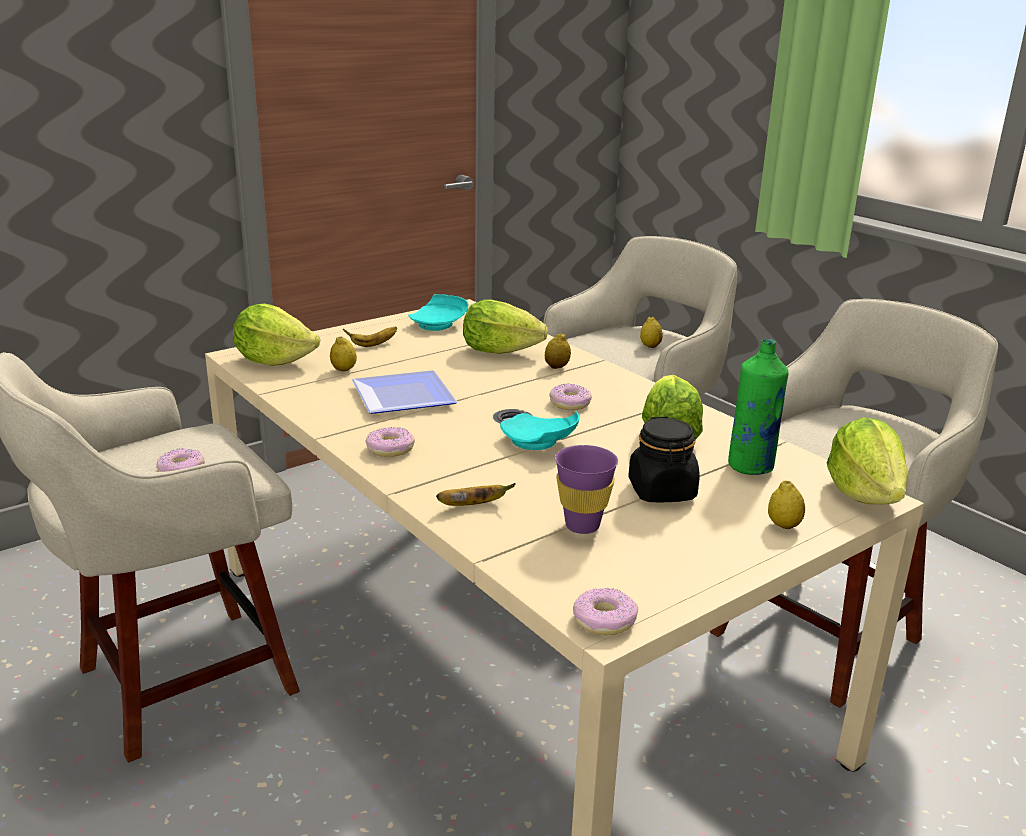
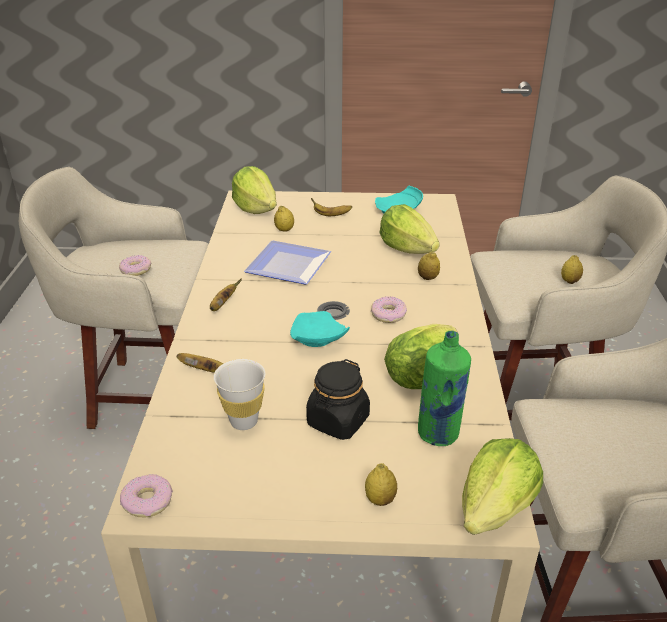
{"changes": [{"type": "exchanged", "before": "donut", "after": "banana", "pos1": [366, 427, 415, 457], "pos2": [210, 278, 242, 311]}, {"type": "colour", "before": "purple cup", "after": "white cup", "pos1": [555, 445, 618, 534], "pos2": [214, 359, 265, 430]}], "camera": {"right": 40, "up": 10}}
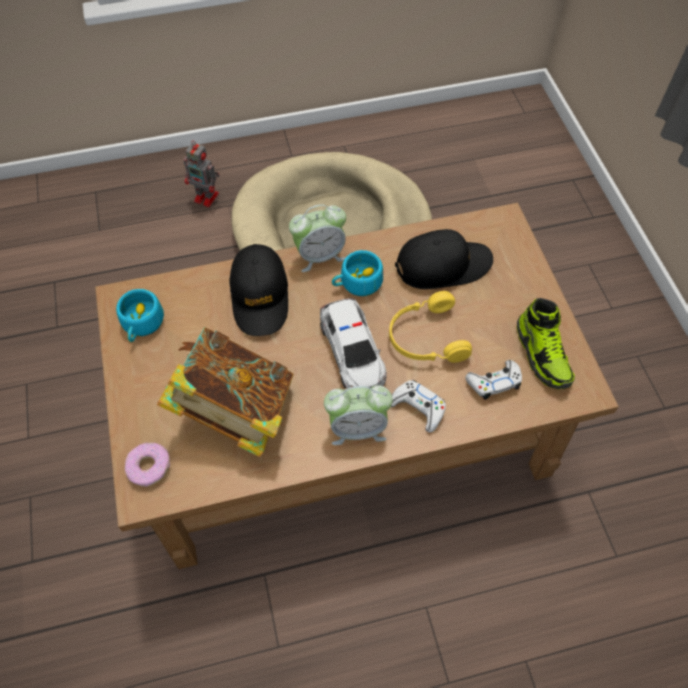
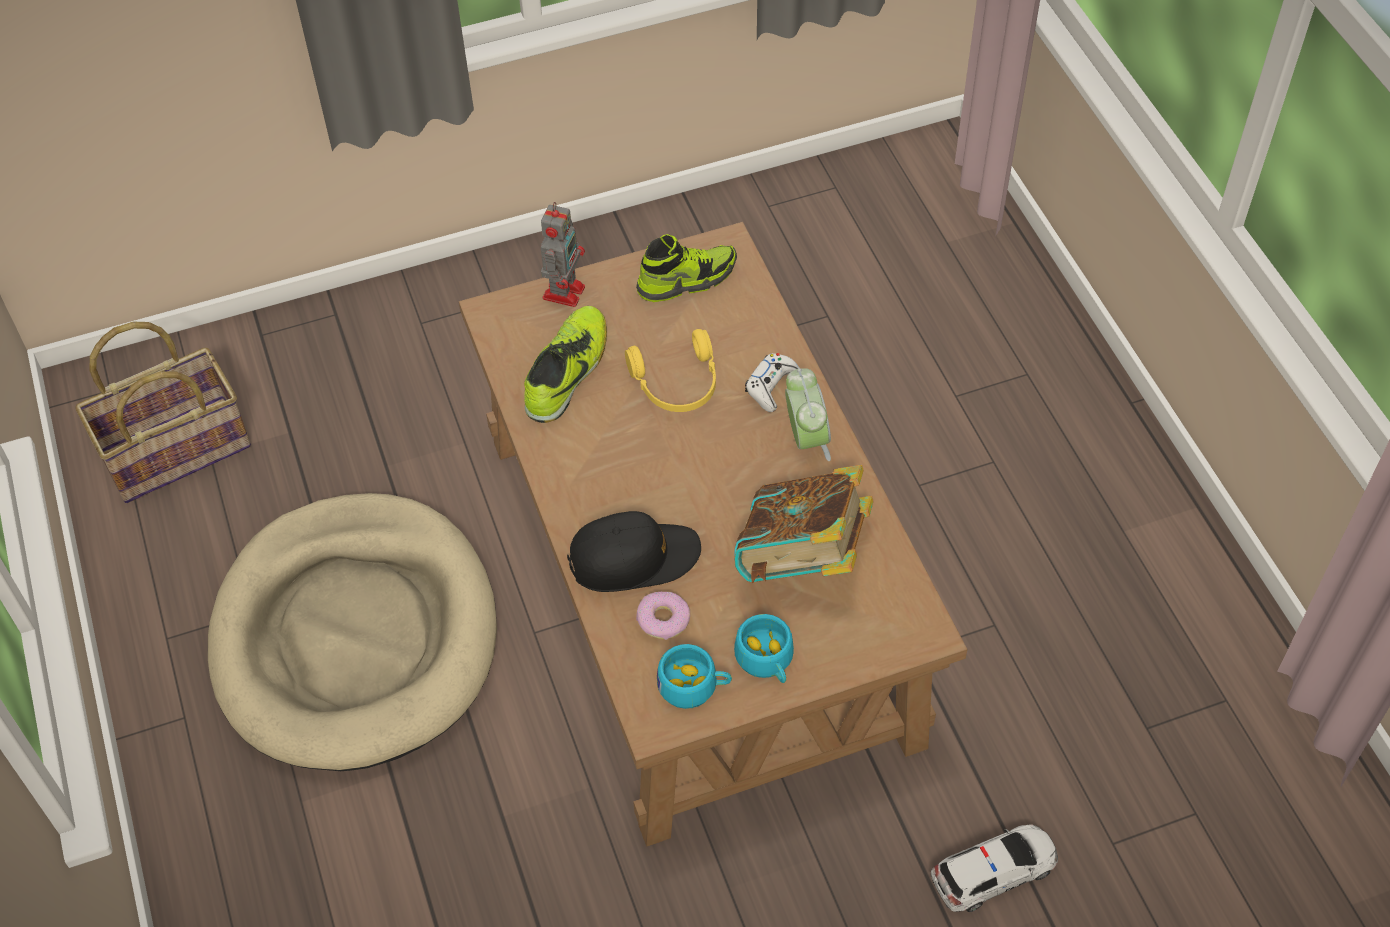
{"changes": [{"type": "appeared", "after": "basket", "pos2": [75, 322, 251, 503]}, {"type": "exchanged", "before": "black cap", "after": "shoe", "pos1": [395, 229, 493, 289], "pos2": [524, 306, 607, 423]}, {"type": "relocated", "before": "toy robot", "pos1": [183, 141, 220, 207], "pos2": [541, 202, 585, 307]}, {"type": "relocated", "before": "donut", "pos1": [125, 442, 170, 487], "pos2": [636, 591, 690, 640]}, {"type": "relocated", "before": "turquoise cup", "pos1": [332, 250, 383, 296], "pos2": [734, 614, 794, 683]}, {"type": "relocated", "before": "toy car", "pos1": [320, 298, 387, 389], "pos2": [931, 824, 1058, 912]}, {"type": "missing", "before": "alarm clock", "pos1": [289, 204, 346, 272]}, {"type": "missing", "before": "white game controller", "pos1": [465, 360, 522, 400]}], "camera": {"right": -95, "up": -5}}
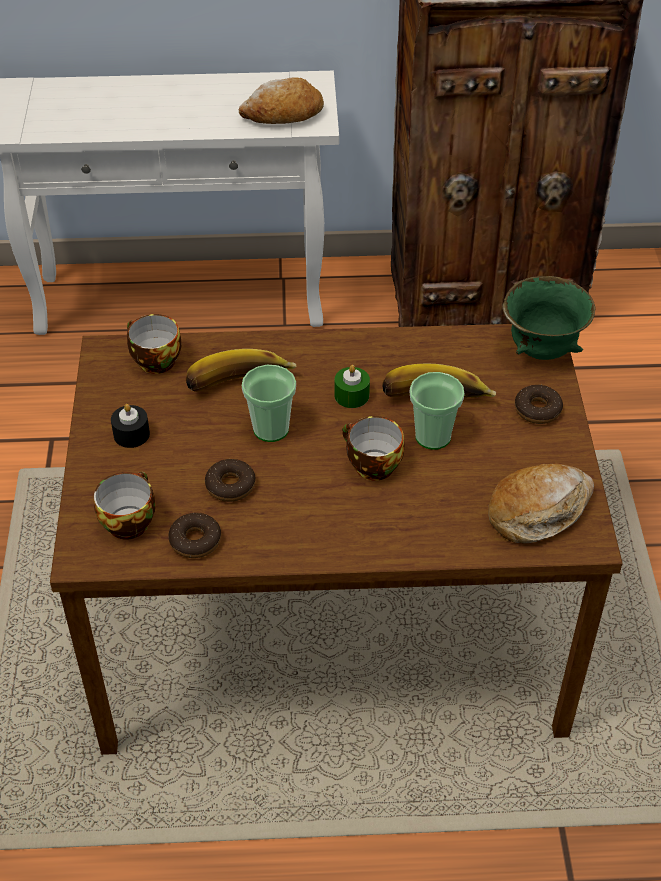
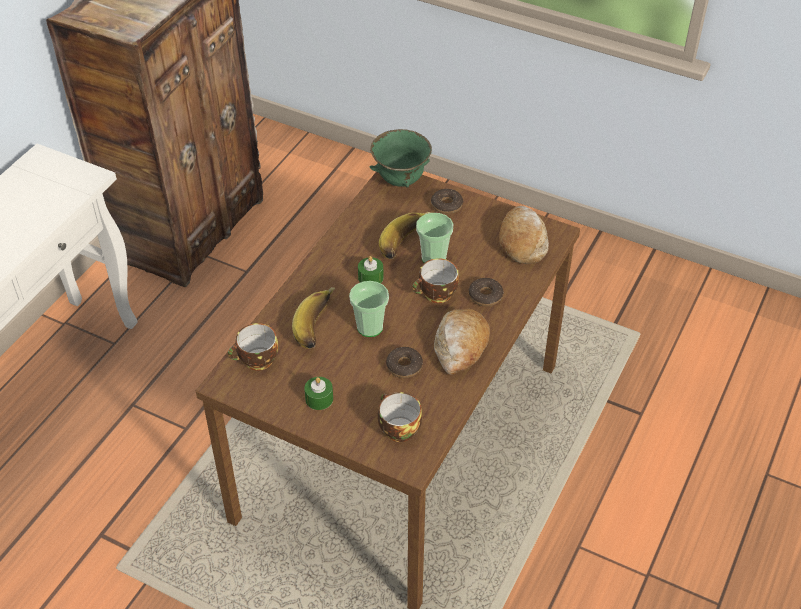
{"changes": [{"type": "colour", "before": "black candle", "after": "green candle", "pos1": [111, 404, 150, 448], "pos2": [304, 377, 333, 410]}, {"type": "relocated", "before": "bread", "pos1": [239, 78, 324, 124], "pos2": [434, 309, 490, 375]}, {"type": "relocated", "before": "donut", "pos1": [168, 513, 221, 558], "pos2": [469, 278, 503, 307]}], "camera": {"right": -60, "up": 0}}
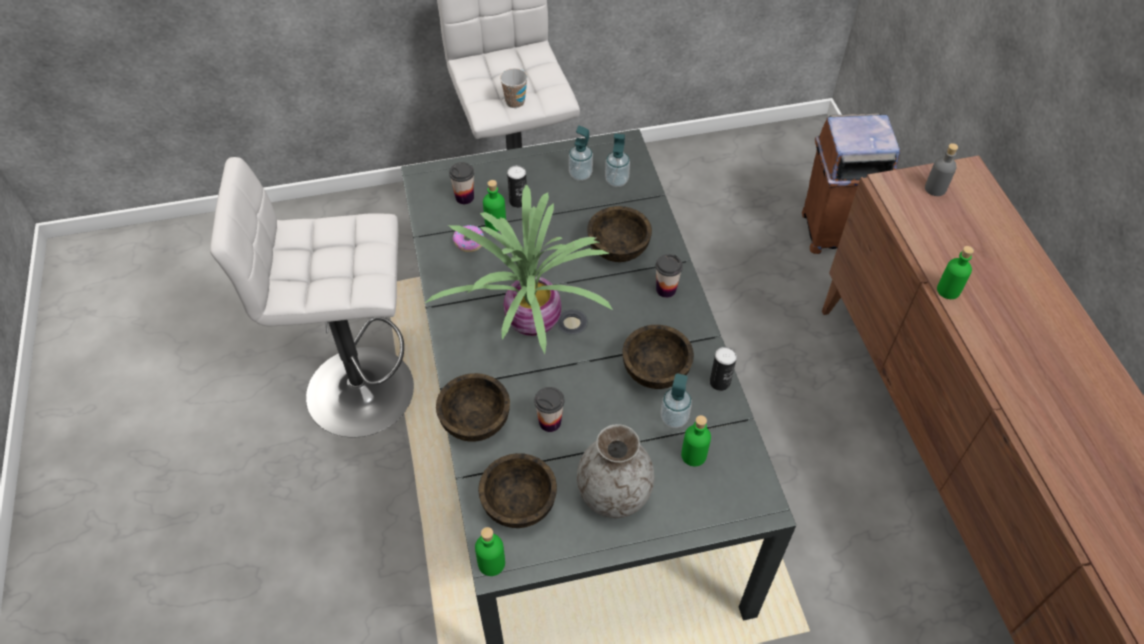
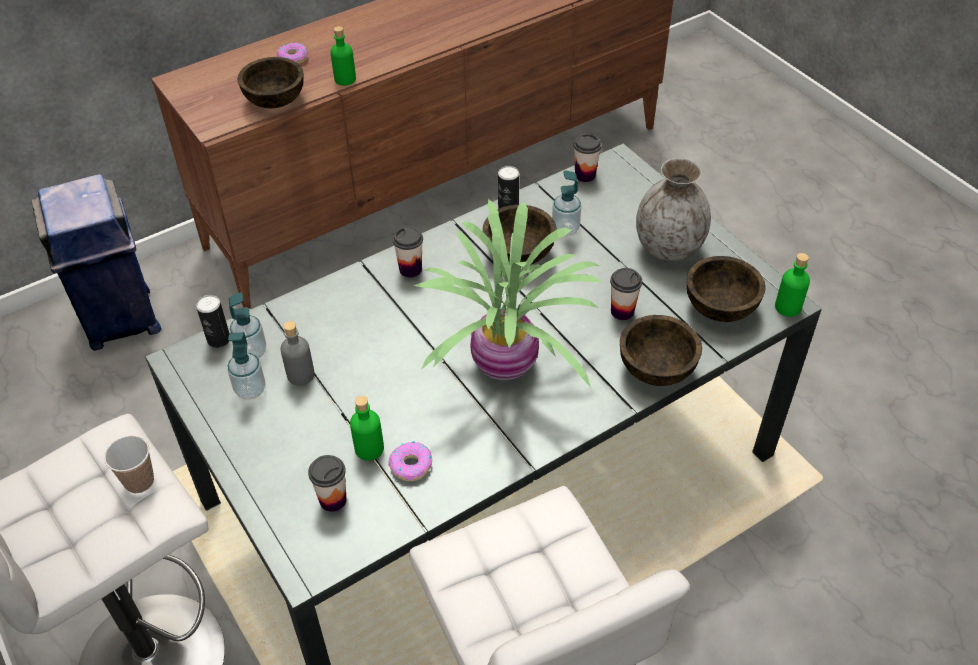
{"changes": [{"type": "colour", "before": "brown trash can", "after": "blue trash can", "pos1": [802, 113, 900, 254], "pos2": [31, 174, 161, 351]}, {"type": "relocated", "before": "can", "pos1": [507, 165, 527, 208], "pos2": [196, 295, 230, 348]}, {"type": "relocated", "before": "brown bowl", "pos1": [587, 206, 652, 262], "pos2": [237, 57, 303, 108]}, {"type": "appeared", "after": "donut", "pos2": [277, 43, 308, 64]}, {"type": "relocated", "before": "grey bottle", "pos1": [925, 143, 958, 196], "pos2": [280, 321, 315, 386]}, {"type": "appeared", "after": "cup", "pos2": [574, 134, 602, 182]}, {"type": "missing", "before": "green bottle", "pos1": [681, 415, 711, 467]}], "camera": {"right": -110, "up": -5}}
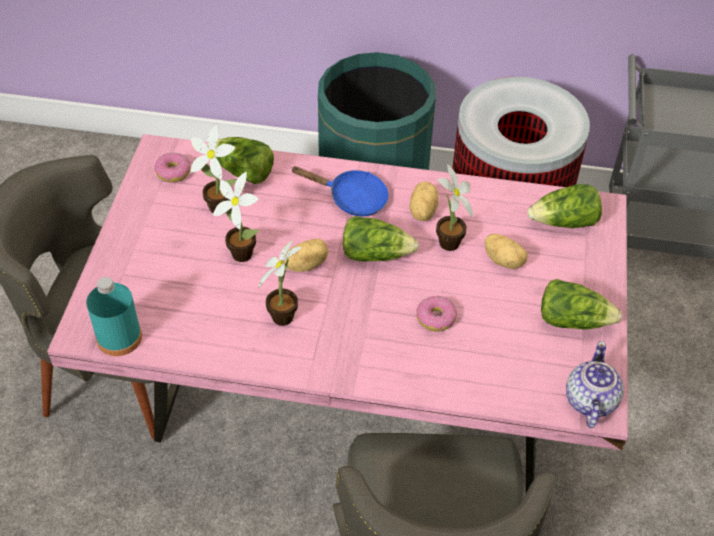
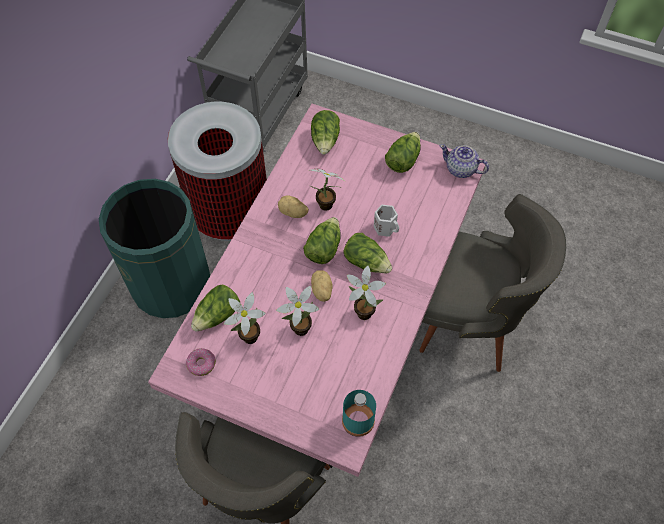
{"changes": [{"type": "appeared", "after": "lettuce", "pos2": [343, 233, 392, 273]}, {"type": "exchanged", "before": "donut", "after": "white mug", "pos1": [416, 296, 457, 332], "pos2": [374, 205, 399, 237]}, {"type": "missing", "before": "blue frying pan", "pos1": [291, 166, 389, 216]}, {"type": "missing", "before": "potato", "pos1": [485, 234, 527, 269]}], "camera": {"right": -75, "up": 10}}
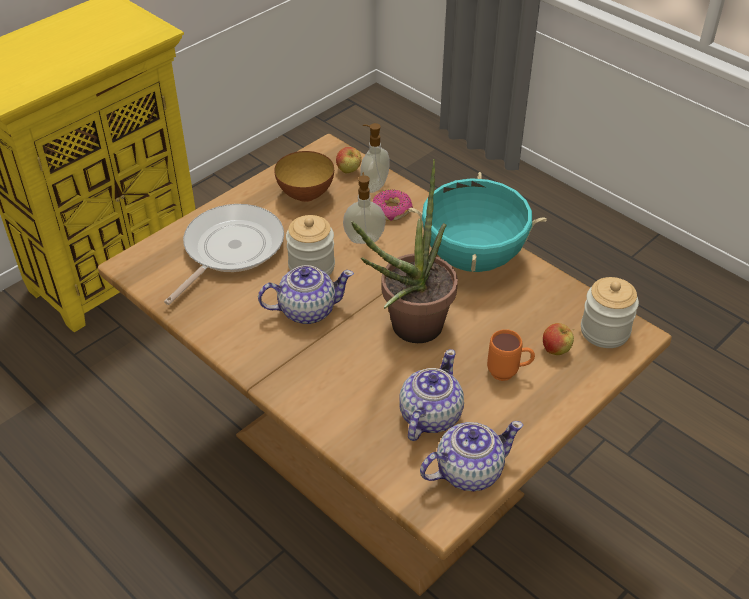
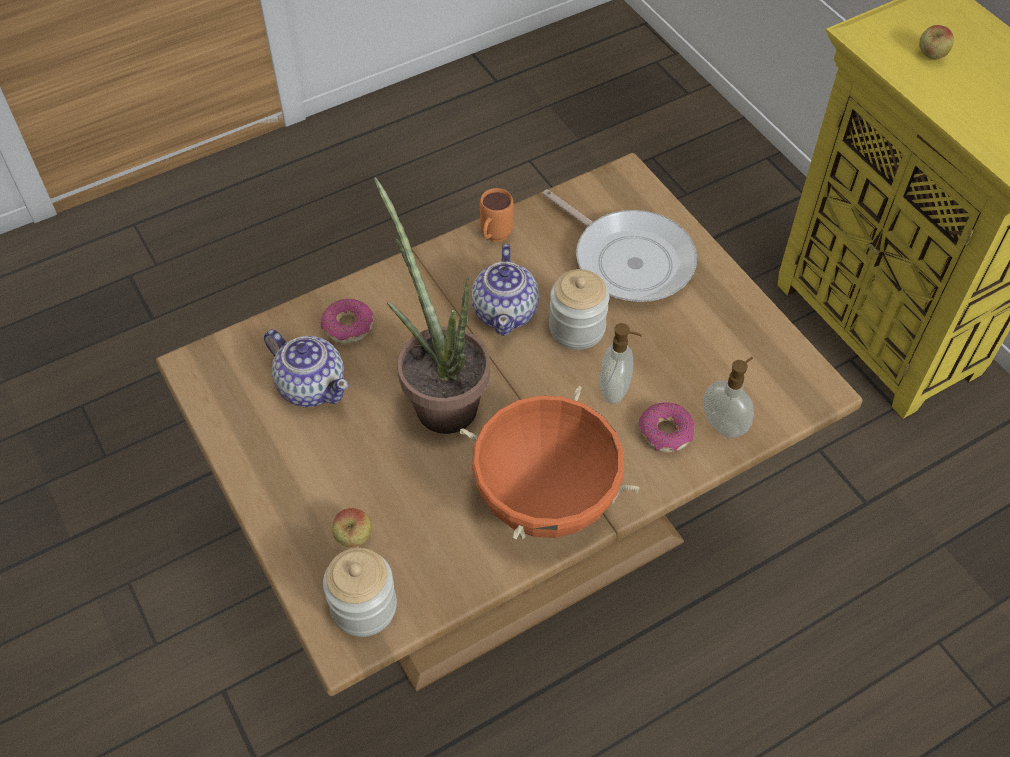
{"changes": [{"type": "appeared", "after": "donut", "pos2": [321, 299, 373, 344]}, {"type": "colour", "before": "turquoise cooking pot", "after": "orange cooking pot", "pos1": [409, 172, 547, 272], "pos2": [460, 386, 640, 540]}, {"type": "relocated", "before": "orange mug", "pos1": [487, 329, 535, 381], "pos2": [480, 188, 513, 242]}, {"type": "relocated", "before": "apple", "pos1": [336, 147, 362, 174], "pos2": [919, 25, 954, 59]}, {"type": "missing", "before": "bowl", "pos1": [274, 151, 334, 202]}, {"type": "missing", "before": "teapot", "pos1": [420, 421, 523, 491]}], "camera": {"right": 105, "up": 10}}
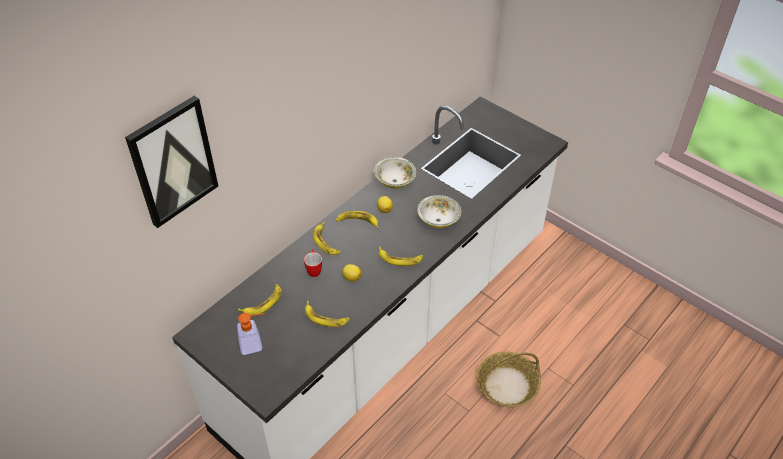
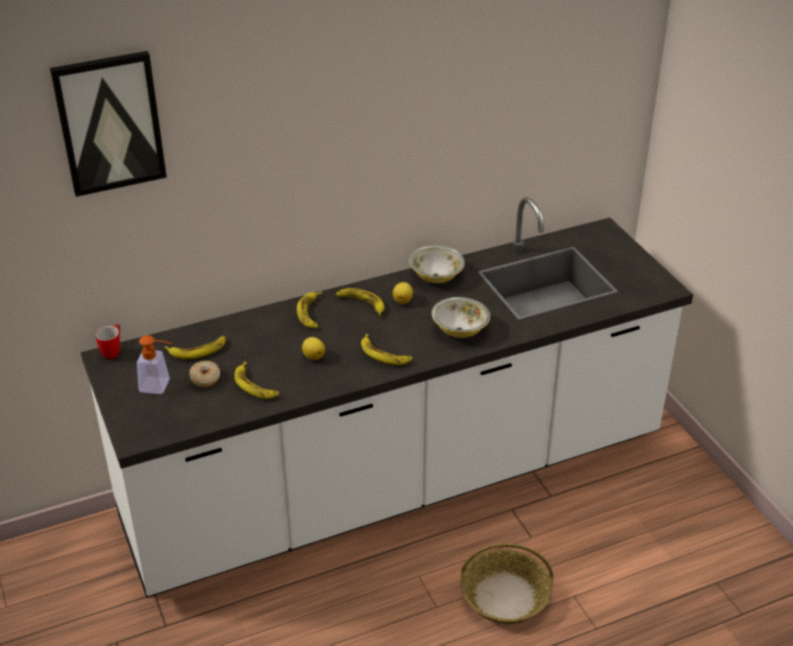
{"changes": [{"type": "relocated", "before": "mug", "pos1": [304, 249, 322, 277], "pos2": [95, 324, 120, 359]}, {"type": "appeared", "after": "donut", "pos2": [189, 360, 220, 387]}], "camera": {"right": 25, "up": -10}}
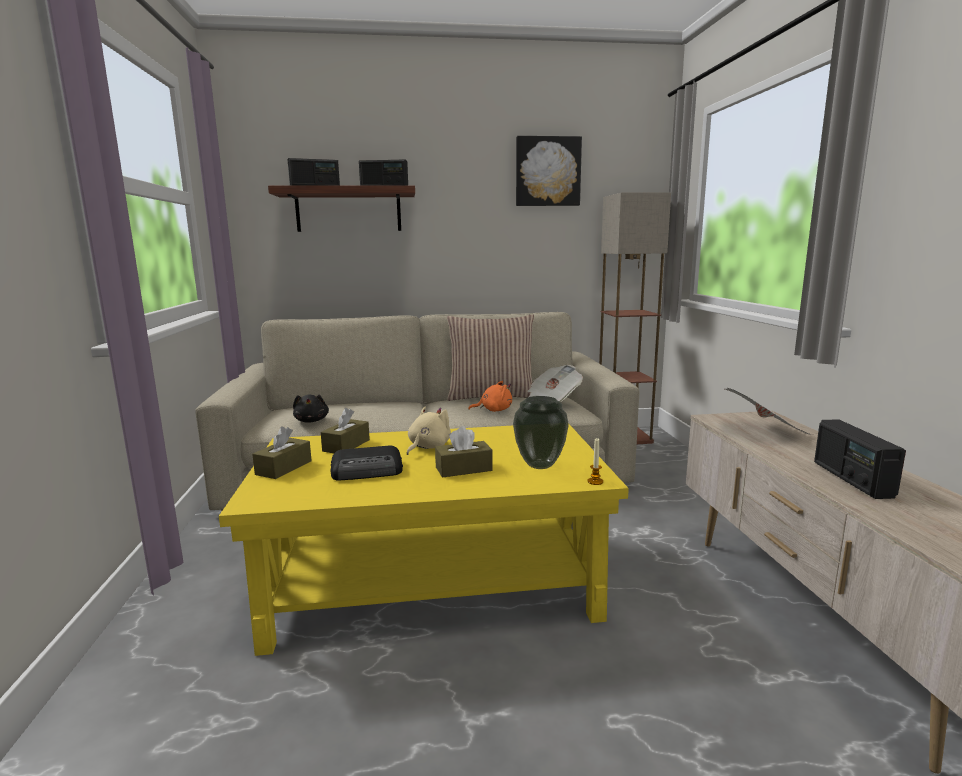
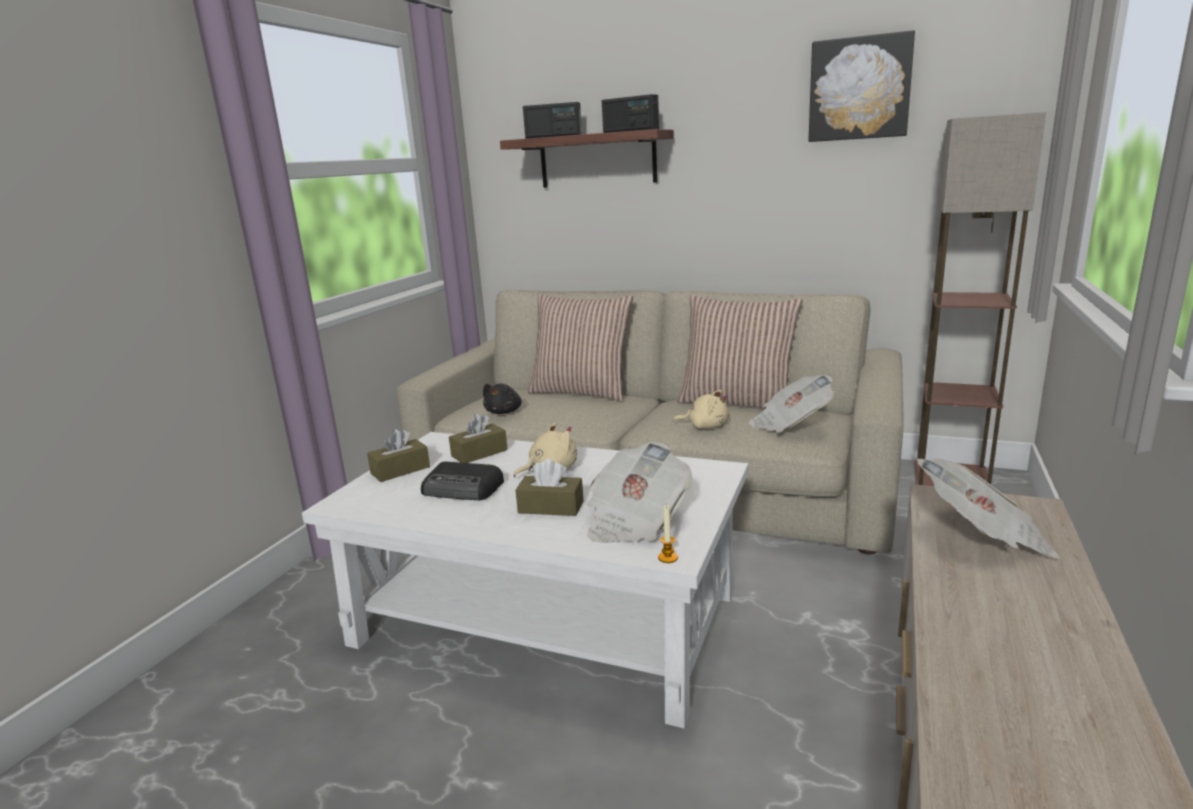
{"changes": [{"type": "colour", "before": "yellow coffee table", "after": "white coffee table", "pos1": [219, 423, 629, 656], "pos2": [302, 432, 749, 729]}, {"type": "appeared", "after": "pillow", "pos2": [527, 294, 633, 401]}, {"type": "exchanged", "before": "vase", "after": "newspaper", "pos1": [513, 396, 569, 469], "pos2": [587, 442, 693, 543]}, {"type": "colour", "before": "orange plush toy", "after": "beige plush toy", "pos1": [468, 381, 512, 412], "pos2": [673, 390, 729, 429]}, {"type": "missing", "before": "radio", "pos1": [814, 419, 906, 499]}], "camera": {"right": 30, "up": 5}}
